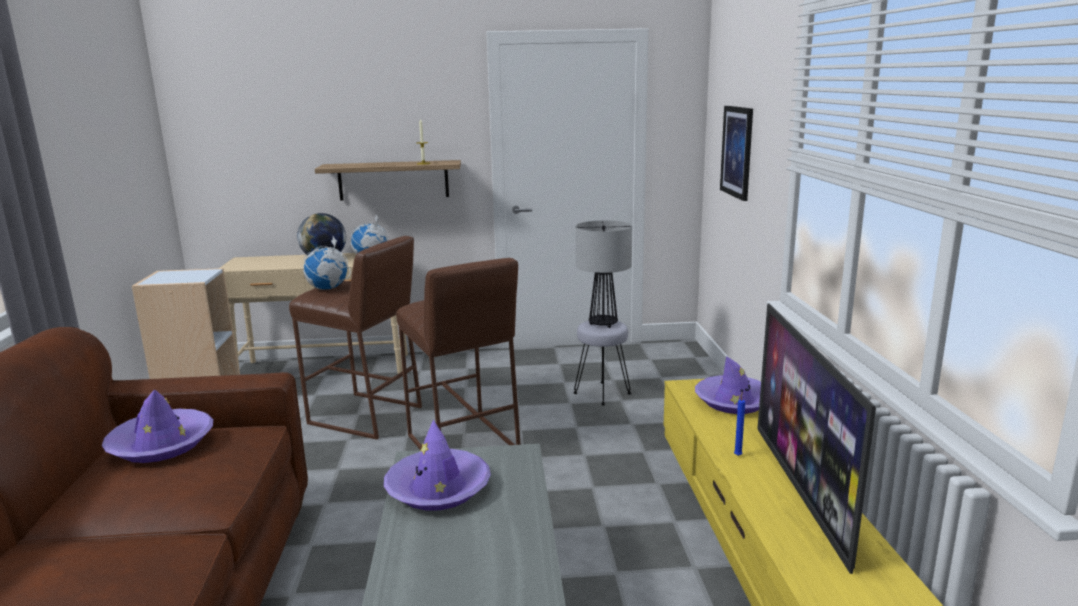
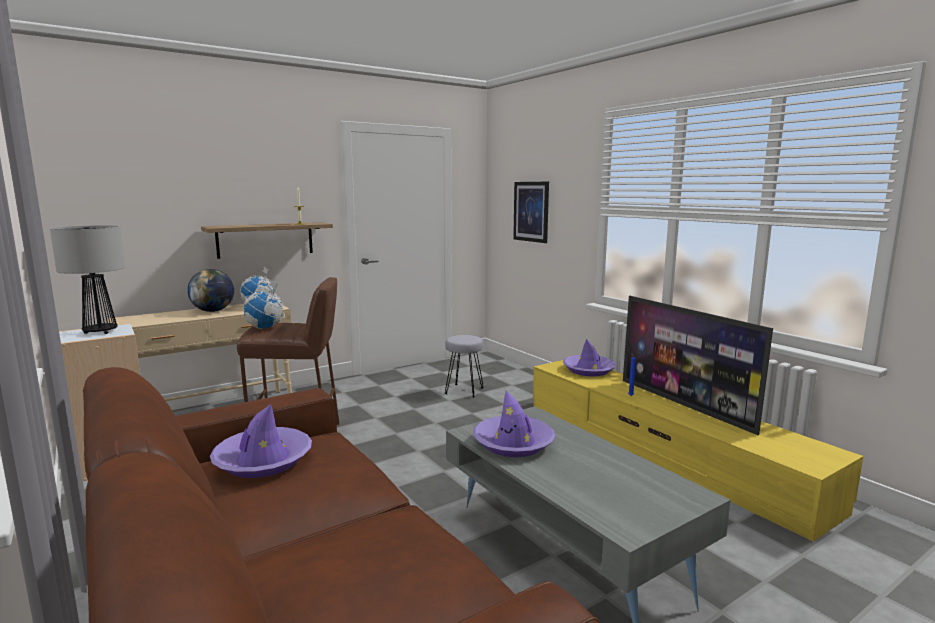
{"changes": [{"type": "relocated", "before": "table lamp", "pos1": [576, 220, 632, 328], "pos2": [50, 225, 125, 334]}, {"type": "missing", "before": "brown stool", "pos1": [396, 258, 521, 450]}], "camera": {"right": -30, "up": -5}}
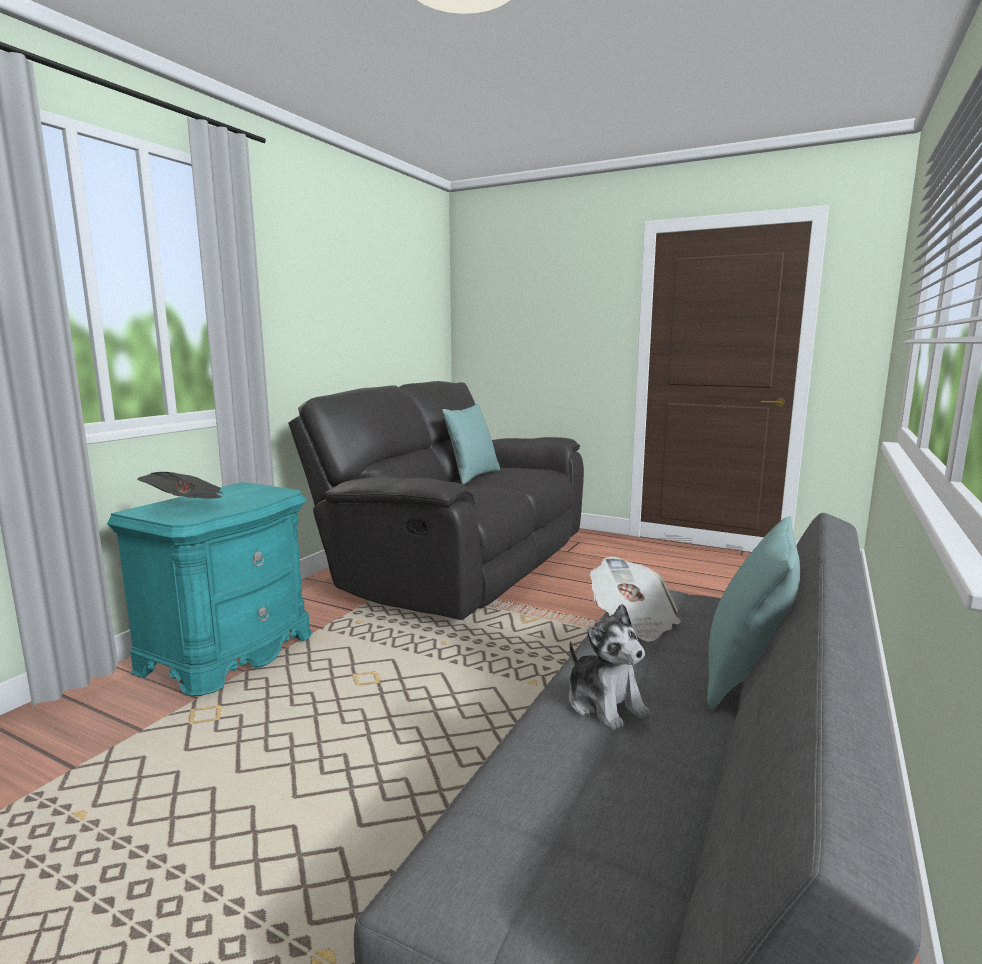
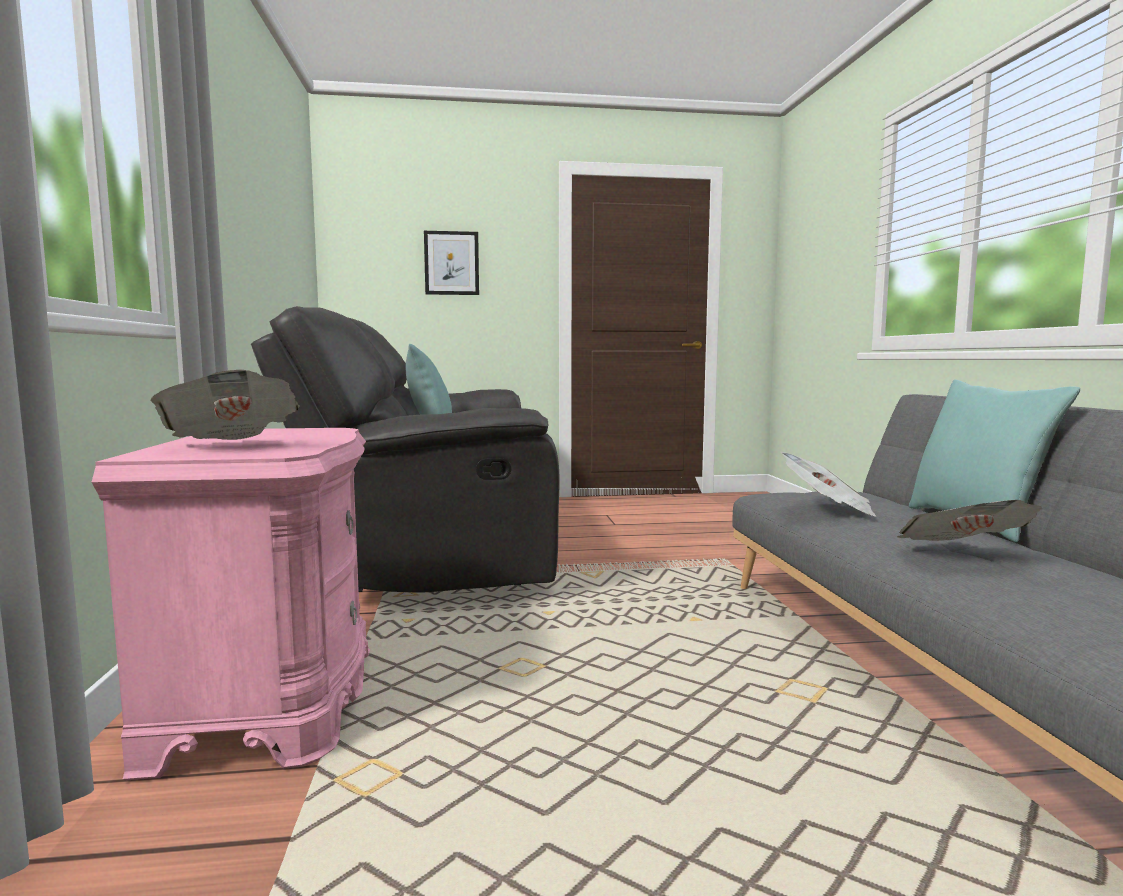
{"changes": [{"type": "colour", "before": "turquoise nightstand", "after": "pink nightstand", "pos1": [107, 482, 312, 696], "pos2": [92, 428, 370, 781]}, {"type": "appeared", "after": "picture", "pos2": [424, 231, 479, 295]}, {"type": "exchanged", "before": "plush toy", "after": "newspaper", "pos1": [569, 603, 650, 731], "pos2": [897, 500, 1043, 541]}], "camera": {"right": -35, "up": -5}}
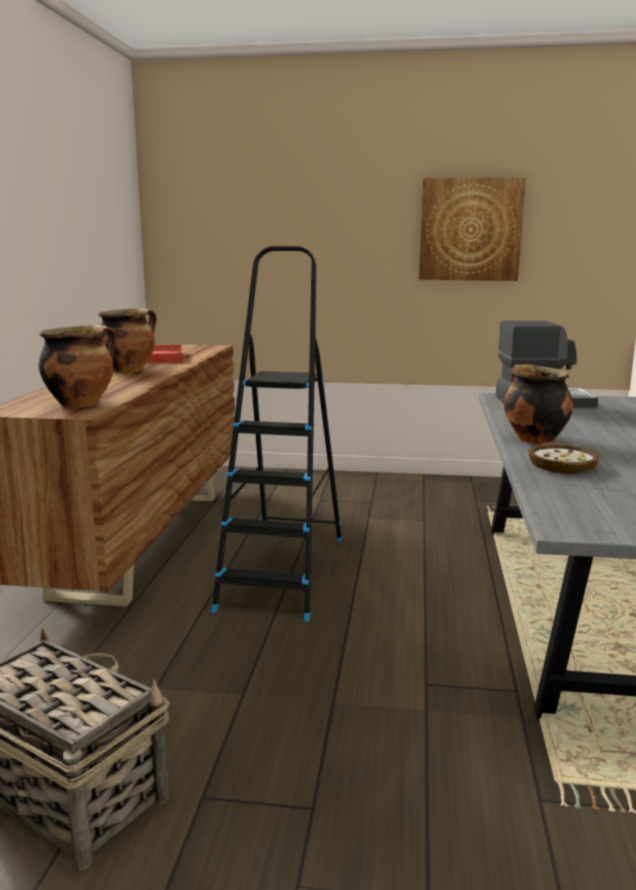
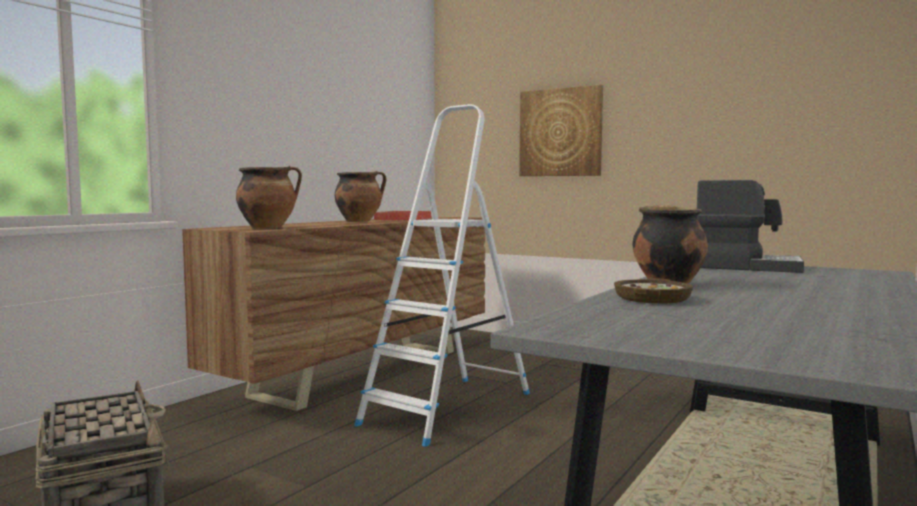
{"changes": [{"type": "colour", "before": "black step ladder", "after": "white step ladder", "pos1": [211, 246, 342, 621], "pos2": [354, 104, 530, 447]}, {"type": "relocated", "before": "picture", "pos1": [419, 178, 526, 281], "pos2": [519, 85, 603, 176]}], "camera": {"right": 25, "up": -10}}
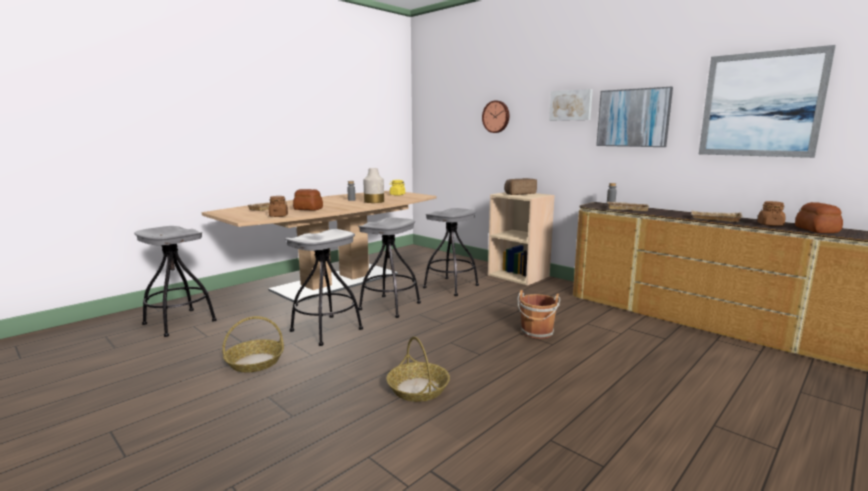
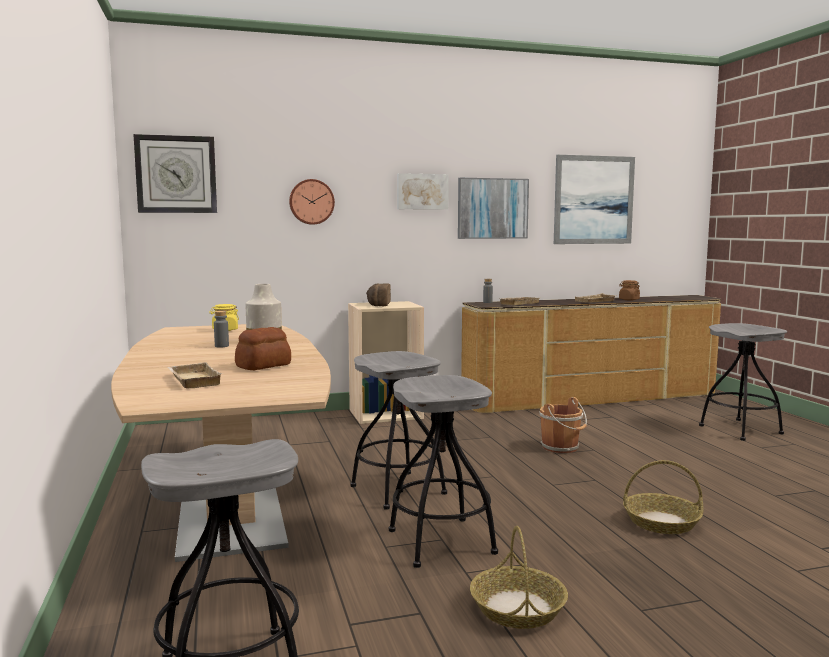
{"changes": [{"type": "appeared", "after": "wall clock", "pos2": [133, 134, 217, 213]}, {"type": "relocated", "before": "grey stool", "pos1": [423, 208, 479, 296], "pos2": [699, 323, 787, 441]}, {"type": "missing", "before": "brown jar", "pos1": [269, 196, 288, 217]}, {"type": "missing", "before": "bread", "pos1": [795, 202, 843, 233]}], "camera": {"right": -60, "up": -5}}
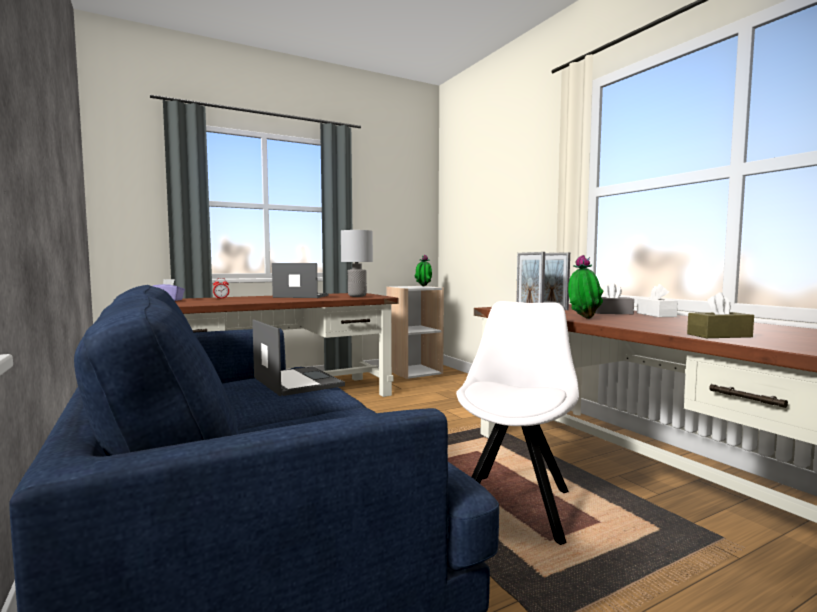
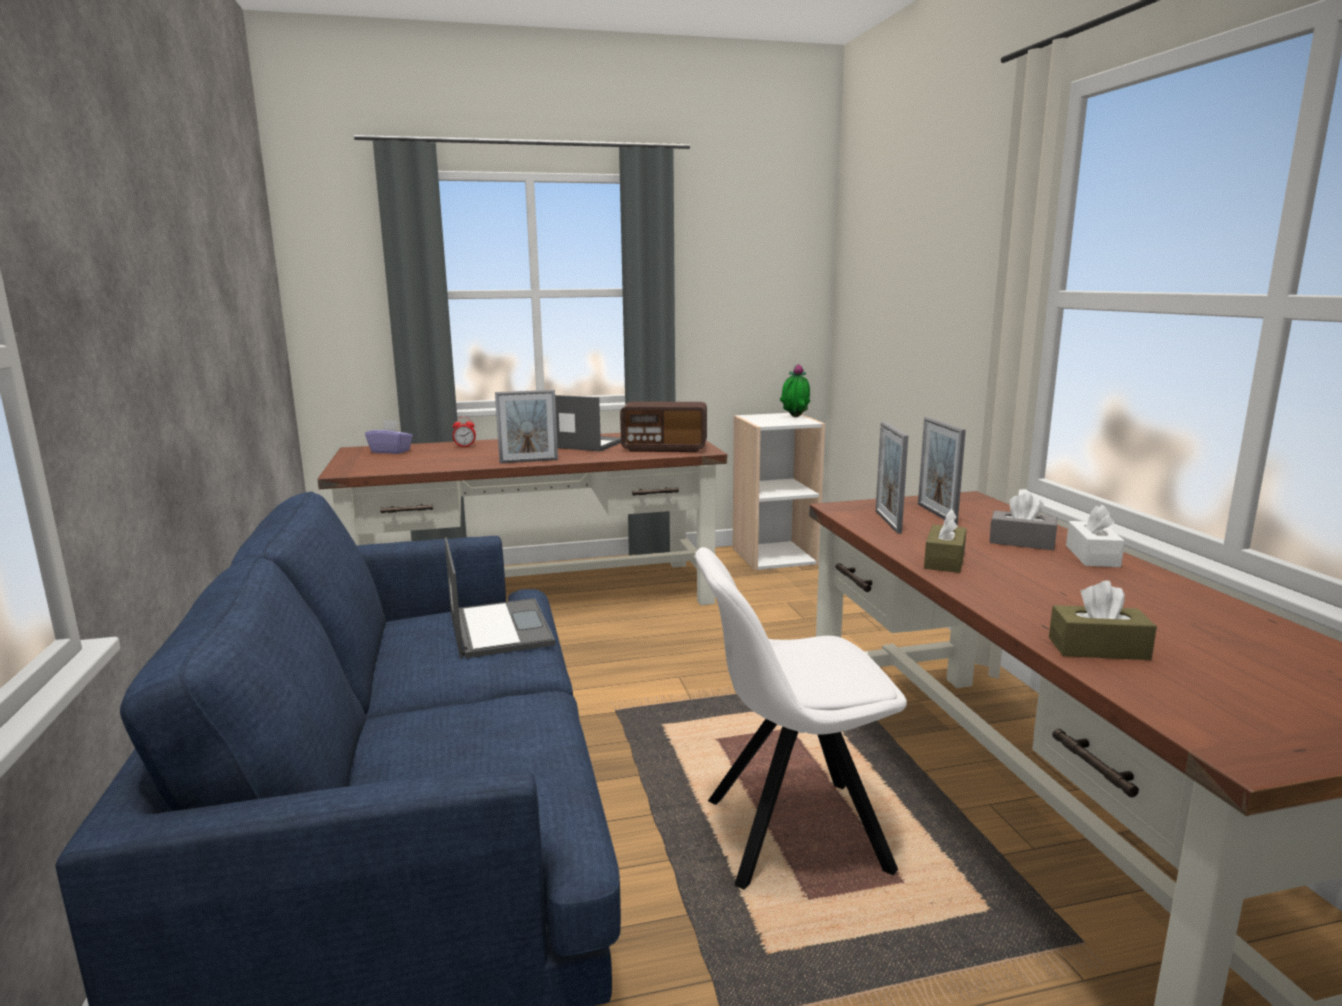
{"changes": [{"type": "appeared", "after": "picture frame", "pos2": [495, 390, 558, 463]}, {"type": "exchanged", "before": "grey table lamp", "after": "radio", "pos1": [341, 230, 373, 297], "pos2": [620, 401, 707, 452]}, {"type": "spun", "before": "white chair", "pos1": [456, 301, 579, 545], "pos2": [695, 547, 907, 890], "turn": -135}, {"type": "exchanged", "before": "potted plant", "after": "brown tissue box", "pos1": [568, 255, 603, 319], "pos2": [924, 509, 967, 573]}], "camera": {"right": 15, "up": 10}}
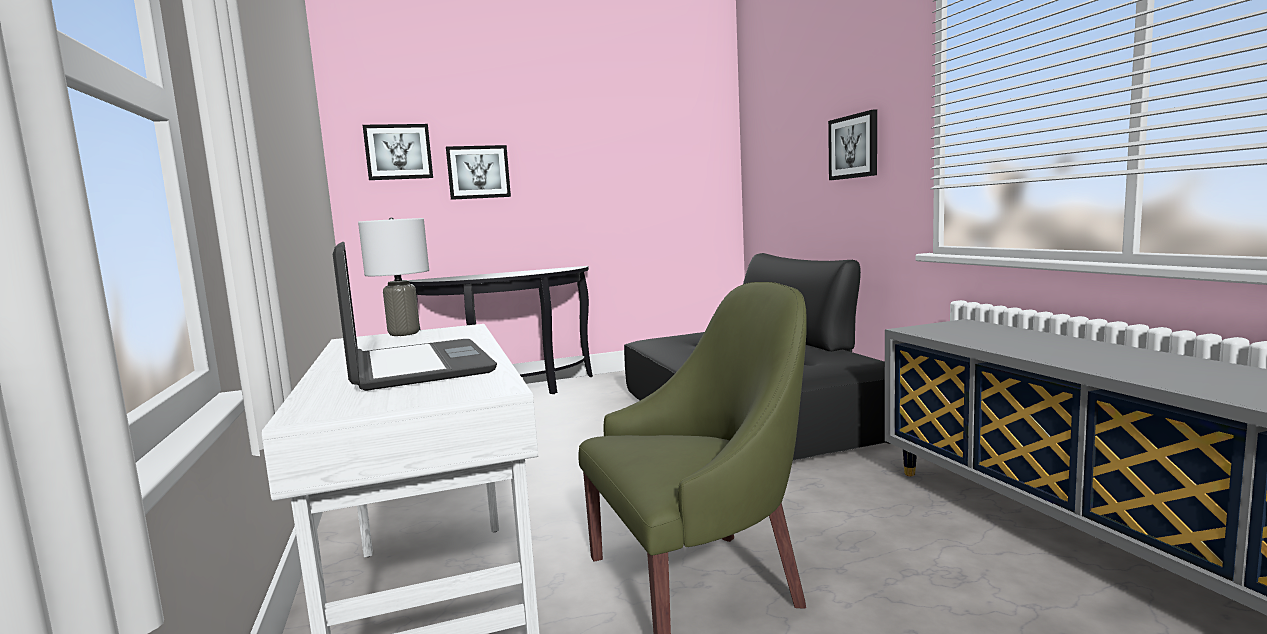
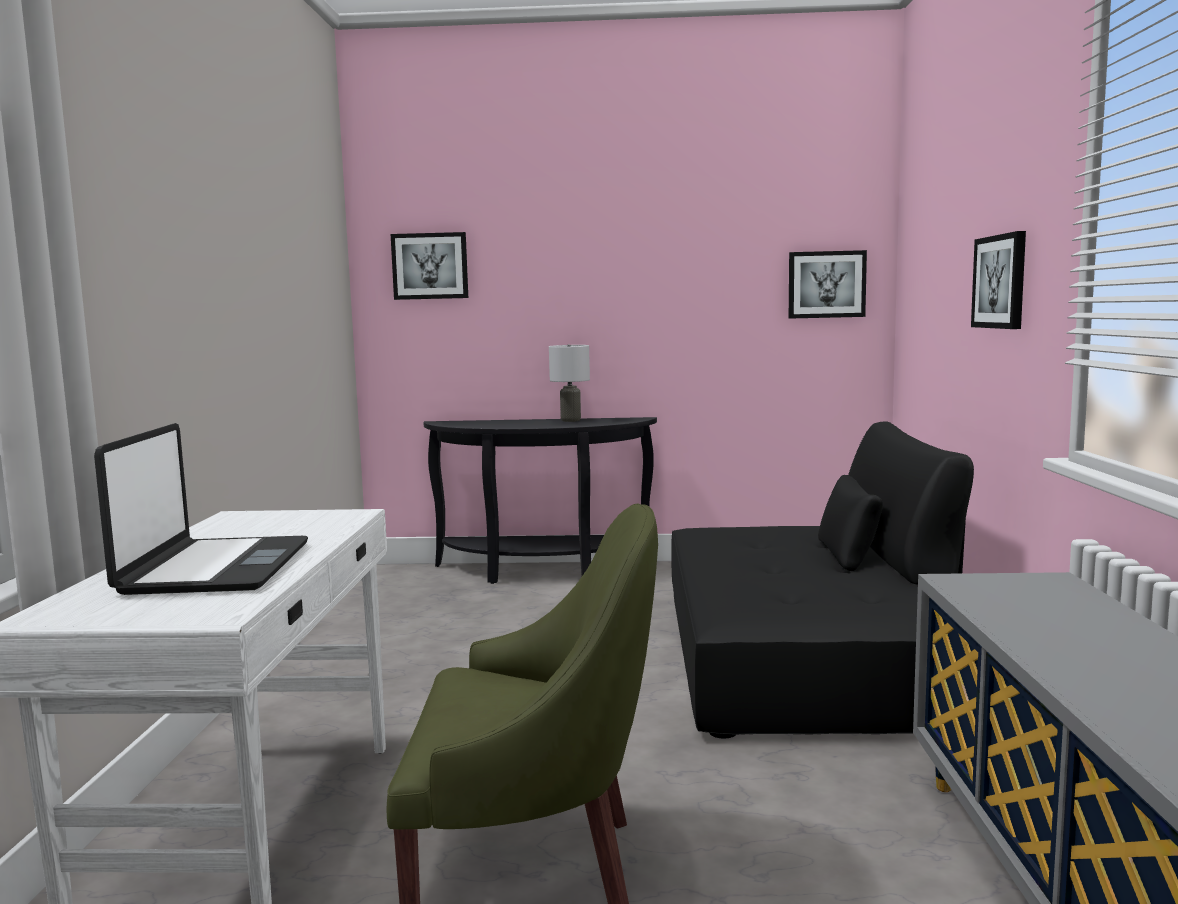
{"changes": [{"type": "relocated", "before": "white table lamp", "pos1": [358, 217, 429, 336], "pos2": [549, 344, 590, 422]}, {"type": "relocated", "before": "picture", "pos1": [446, 145, 511, 200], "pos2": [789, 250, 867, 319]}], "camera": {"right": 20, "up": 0}}
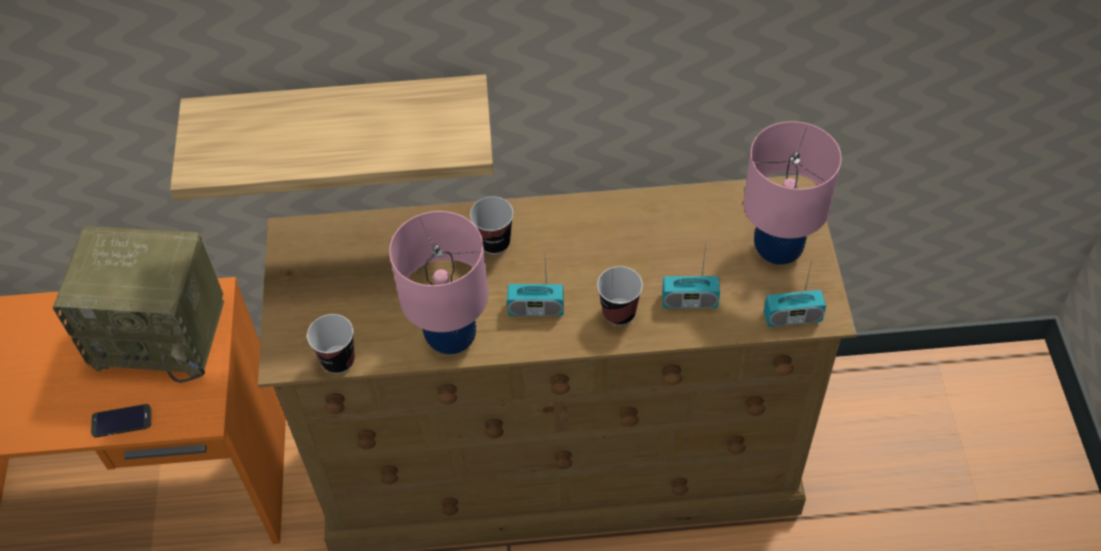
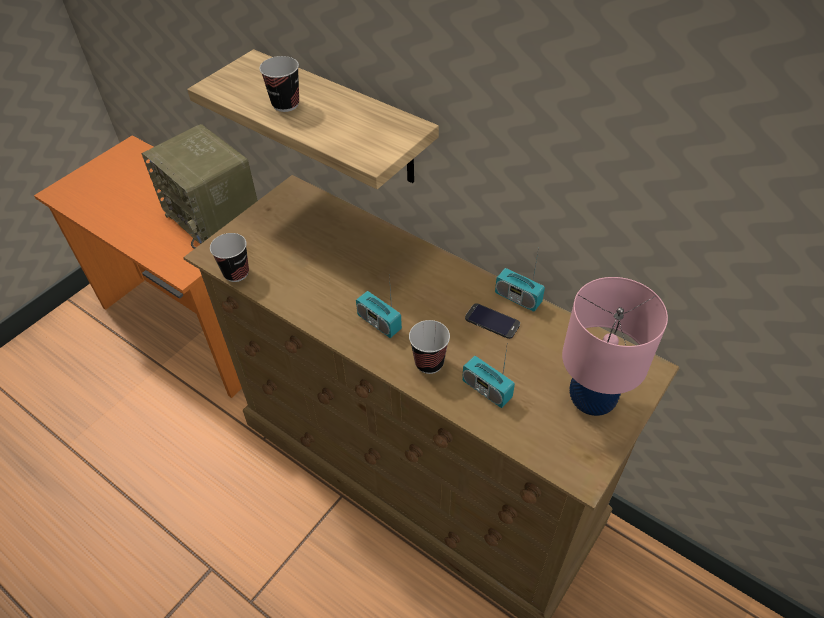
{"changes": [{"type": "relocated", "before": "cup", "pos1": [470, 197, 514, 254], "pos2": [259, 56, 299, 112]}, {"type": "relocated", "before": "phone", "pos1": [91, 404, 151, 437], "pos2": [465, 303, 520, 339]}, {"type": "relocated", "before": "radio", "pos1": [764, 258, 826, 327], "pos2": [495, 253, 545, 312]}, {"type": "missing", "before": "pink table lamp", "pos1": [389, 211, 489, 354]}], "camera": {"right": 40, "up": -5}}
